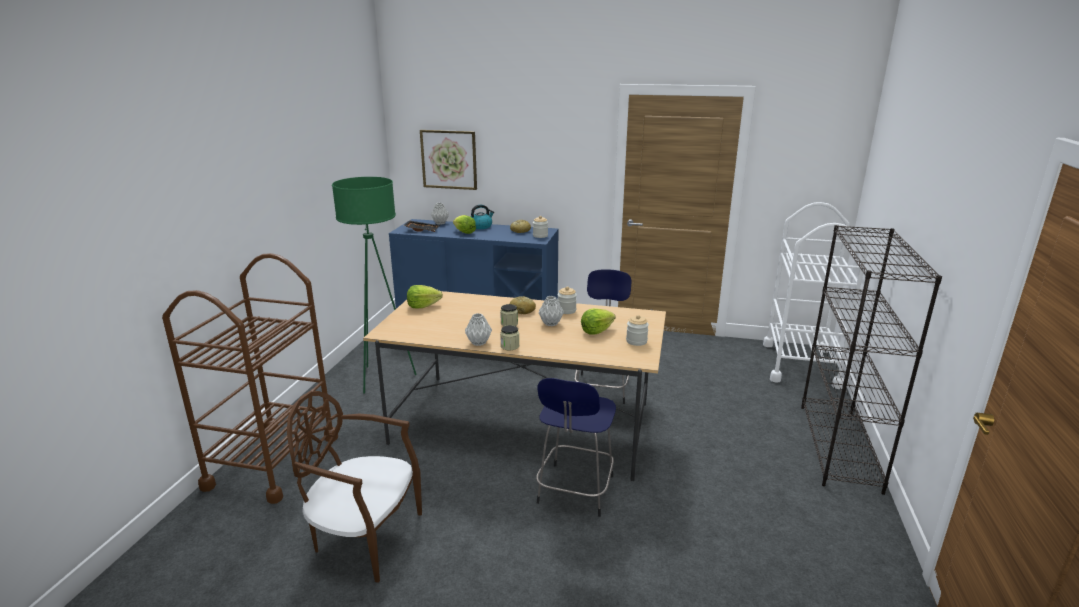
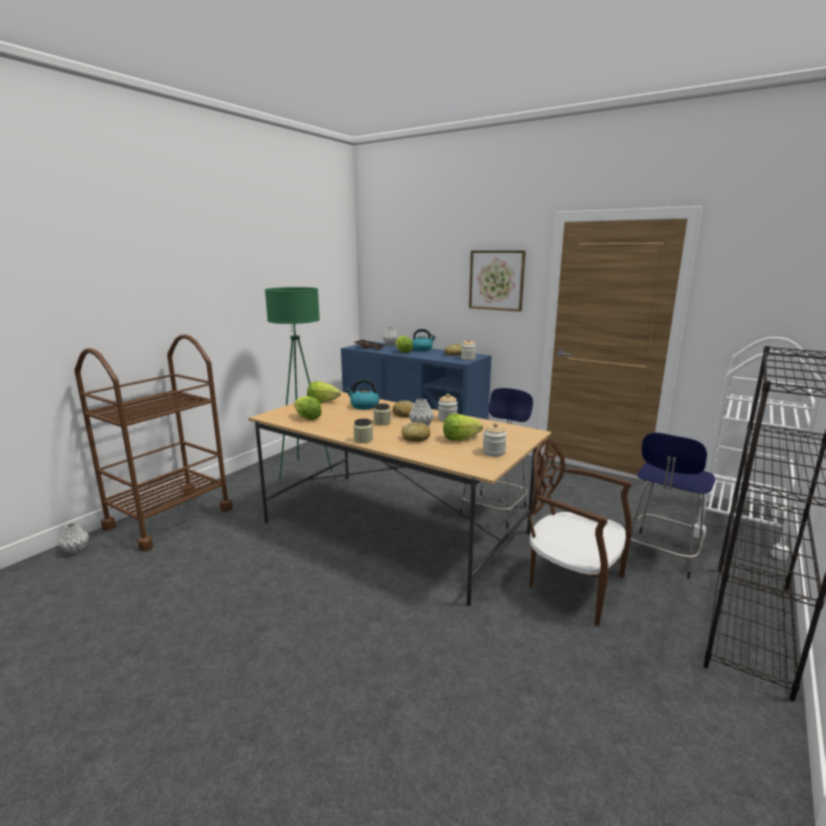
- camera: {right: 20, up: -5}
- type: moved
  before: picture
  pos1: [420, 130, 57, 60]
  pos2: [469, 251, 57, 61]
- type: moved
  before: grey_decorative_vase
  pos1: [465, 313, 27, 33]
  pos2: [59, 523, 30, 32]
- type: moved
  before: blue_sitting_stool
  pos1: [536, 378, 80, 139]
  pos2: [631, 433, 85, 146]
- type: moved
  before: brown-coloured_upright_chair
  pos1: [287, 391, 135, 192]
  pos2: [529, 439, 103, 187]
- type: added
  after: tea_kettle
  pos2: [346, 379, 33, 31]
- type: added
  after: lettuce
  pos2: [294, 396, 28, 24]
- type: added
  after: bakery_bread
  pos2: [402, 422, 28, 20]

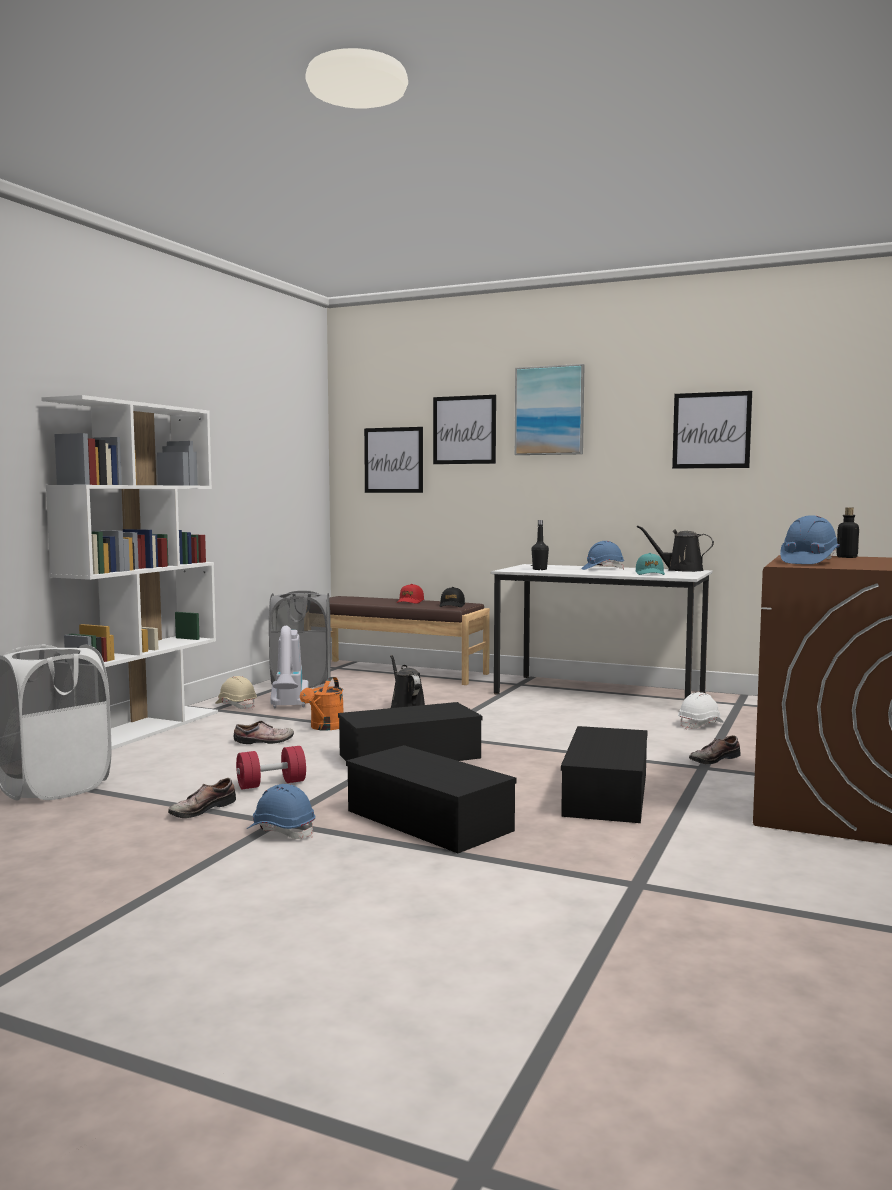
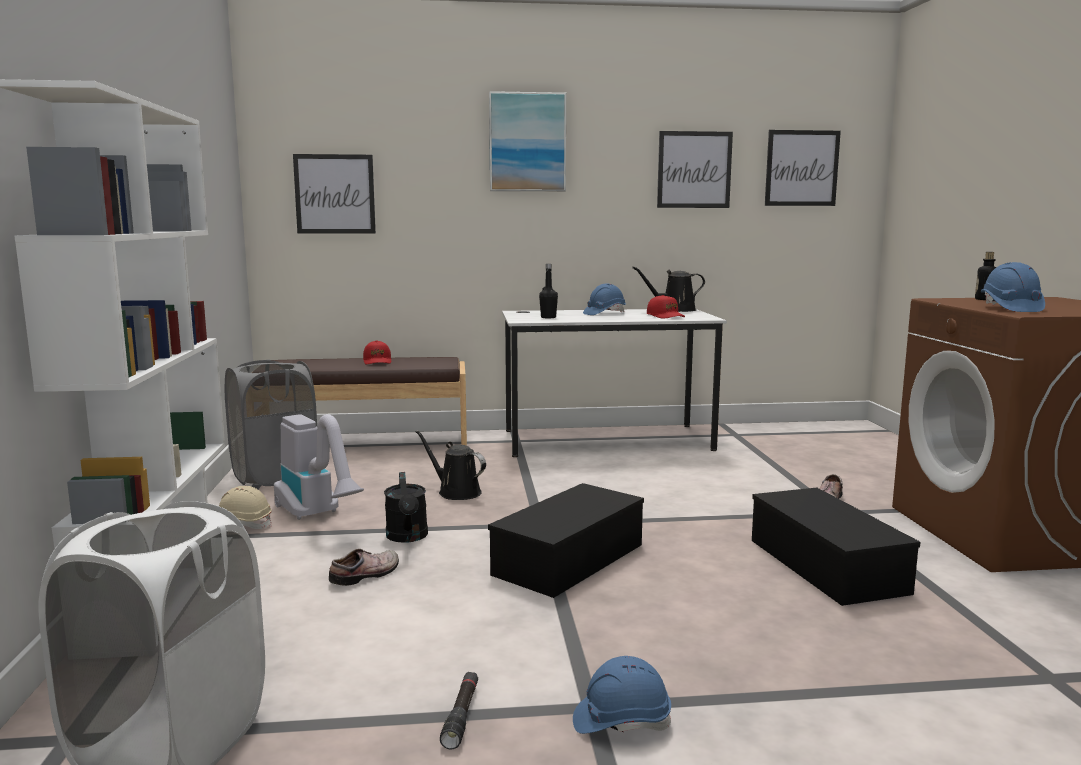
- camera: {right: -30, up: 5}
- type: moved
  before: picture
  pos1: [433, 395, 63, 69]
  pos2: [765, 130, 76, 76]
- type: recoloured
  before: turquoise-coloured_peaked_cap
  after: red-coloured_peaked_cap
  pos1: [635, 553, 30, 22]
  pos2: [647, 295, 38, 24]
- type: removed
  before: blackish_peaked_cap
  pos1: [440, 587, 25, 20]
- type: recoloured
  before: orangey_watering_pot
  after: blackish_watering_pot
  pos1: [300, 677, 44, 54]
  pos2: [384, 472, 44, 71]
- type: removed
  before: white-coloured_hard_hat
  pos1: [678, 692, 46, 38]
- type: removed
  before: blackish_storage_bin
  pos1: [346, 745, 171, 108]
- type: removed
  before: red-coloured_dumbbell
  pos1: [236, 746, 70, 43]
- type: replaced
  before: shoe
  after: blackish_torch
  pos1: [168, 778, 68, 40]
  pos2: [440, 672, 38, 77]

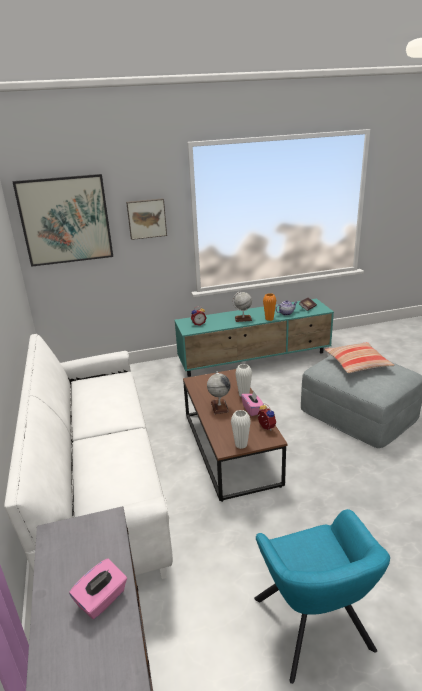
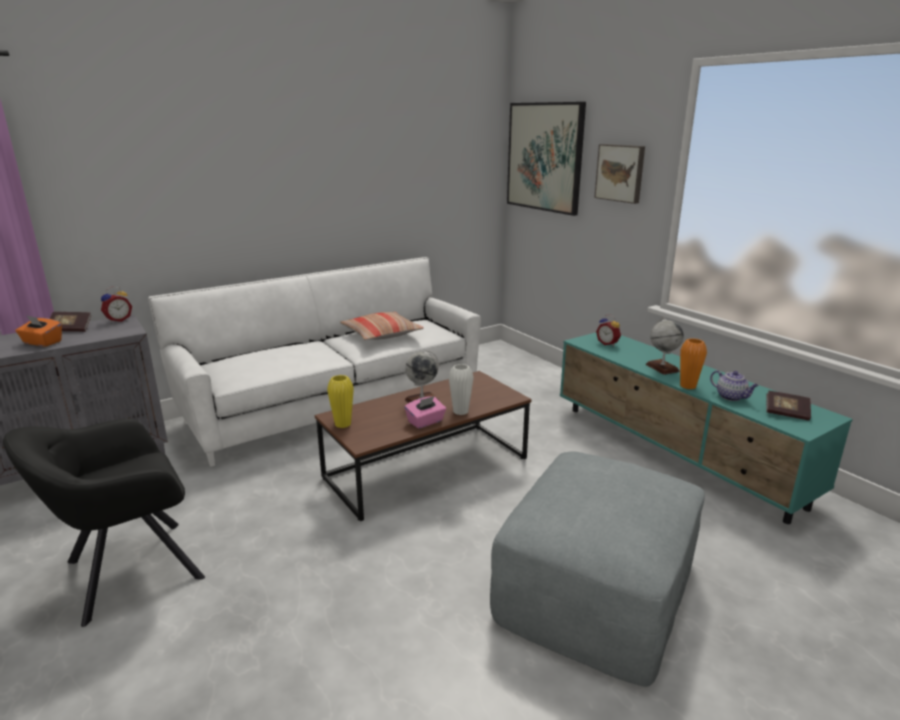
- camera: {right: 70, up: -5}
- type: moved
  before: throw_pillow
  pos1: [325, 342, 70, 31]
  pos2: [340, 312, 84, 28]
- type: moved
  before: alarm_clock
  pos1: [257, 403, 19, 28]
  pos2: [101, 287, 31, 36]
- type: recoloured
  before: white-coloured_decorative_vase
  after: yellow_decorative_vase
  pos1: [231, 410, 20, 39]
  pos2: [327, 375, 27, 53]
- type: recoloured
  before: turquoise-coloured_lounge_chair
  after: blackish_lounge_chair
  pos1: [254, 509, 136, 175]
  pos2: [3, 419, 202, 208]
- type: recoloured
  before: pink-coloured_box_of_tissues
  after: orangey_box_of_tissues
  pos1: [69, 558, 58, 61]
  pos2: [15, 315, 47, 32]
- type: added
  after: bound_book
  pos2: [49, 312, 42, 20]

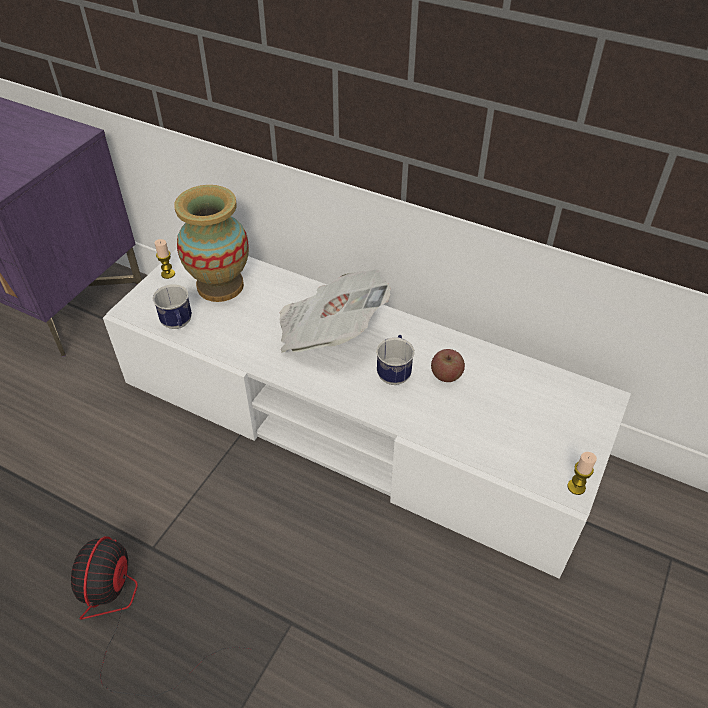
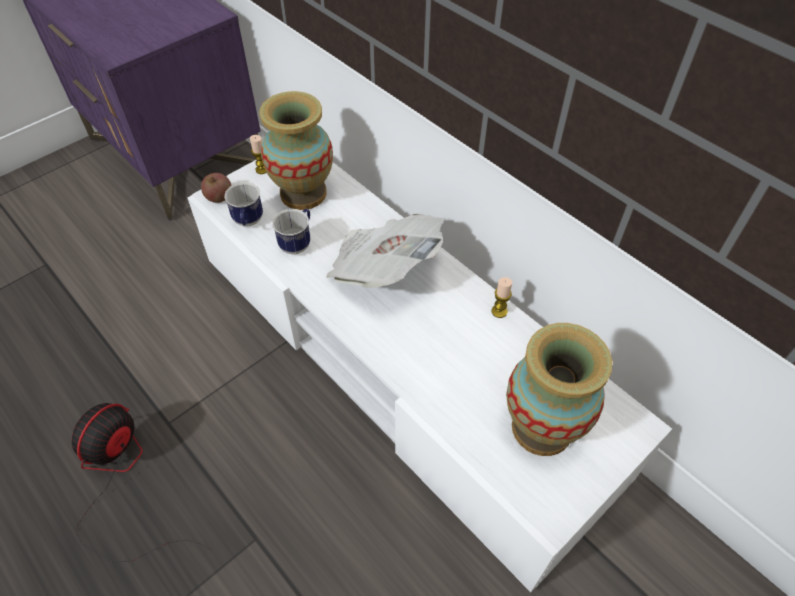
- camera: {right: 20, up: 5}
- type: moved
  before: coffee_mug
  pos1: [376, 335, 39, 50]
  pos2: [272, 209, 38, 45]
- type: moved
  before: whole_apple
  pos1: [431, 349, 34, 33]
  pos2: [201, 173, 31, 30]
- type: moved
  before: wax_candle
  pos1: [567, 452, 30, 43]
  pos2: [491, 277, 21, 41]
- type: added
  after: decorative_vase
  pos2: [506, 323, 106, 133]

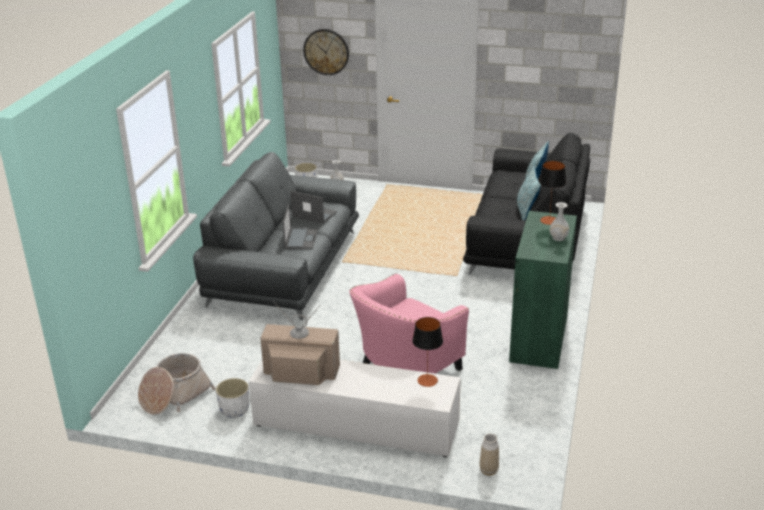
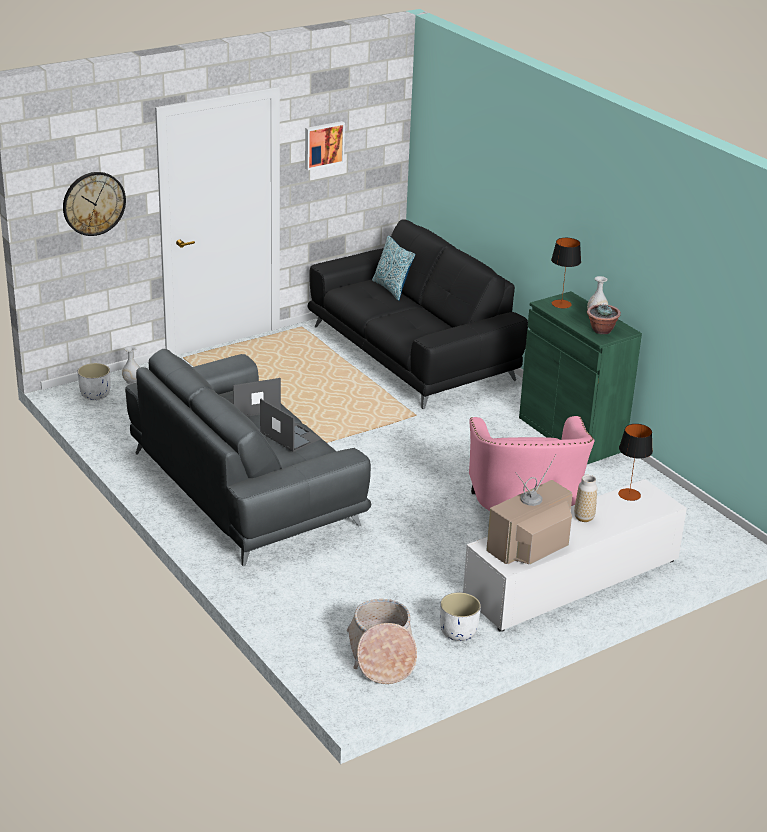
- camera: {right: -50, up: 0}
- type: removed
  before: throw_pillow
  pos1: [517, 166, 24, 54]
- type: moved
  before: decorative_vase
  pos1: [480, 434, 19, 42]
  pos2: [574, 475, 23, 47]
- type: added
  after: picture
  pos2: [305, 121, 40, 49]
- type: added
  after: houseplant
  pos2: [587, 304, 34, 30]

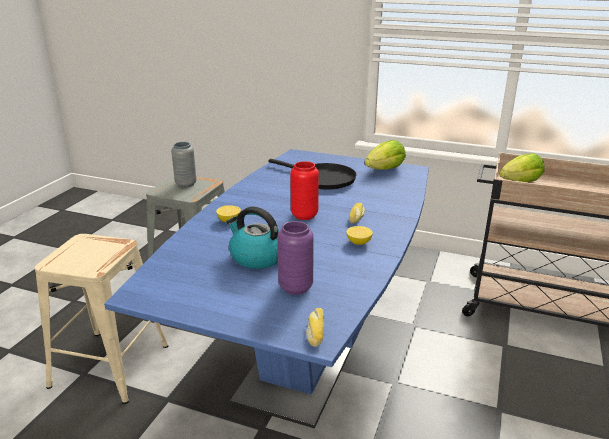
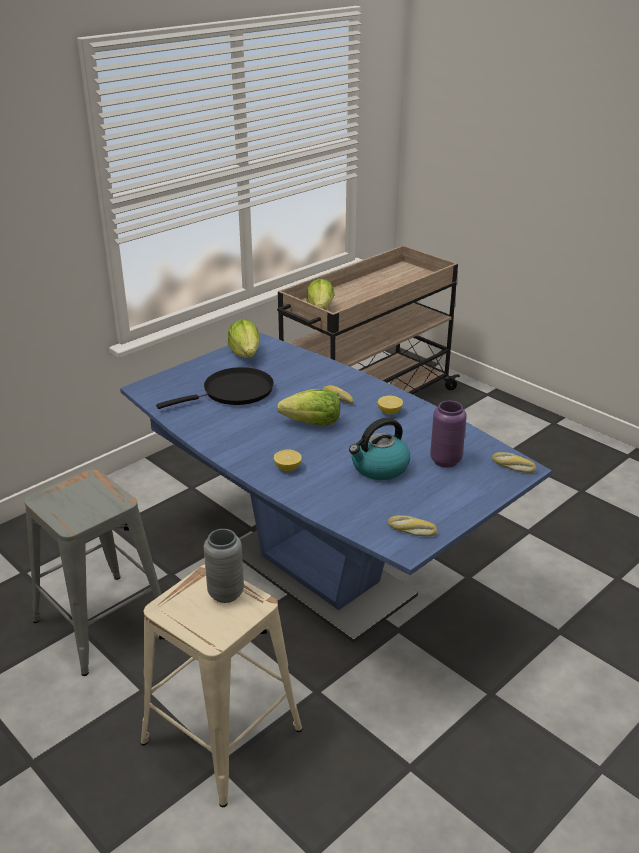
- camera: {right: -65, up: 5}
- type: moved
  before: grey_decorative_vase
  pos1: [171, 142, 25, 46]
  pos2: [204, 529, 40, 74]
- type: replaced
  before: red-coloured_decorative_vase
  after: lettuce
  pos1: [290, 161, 29, 59]
  pos2: [277, 389, 63, 37]
- type: added
  after: bakery_bread
  pos2: [388, 515, 49, 22]

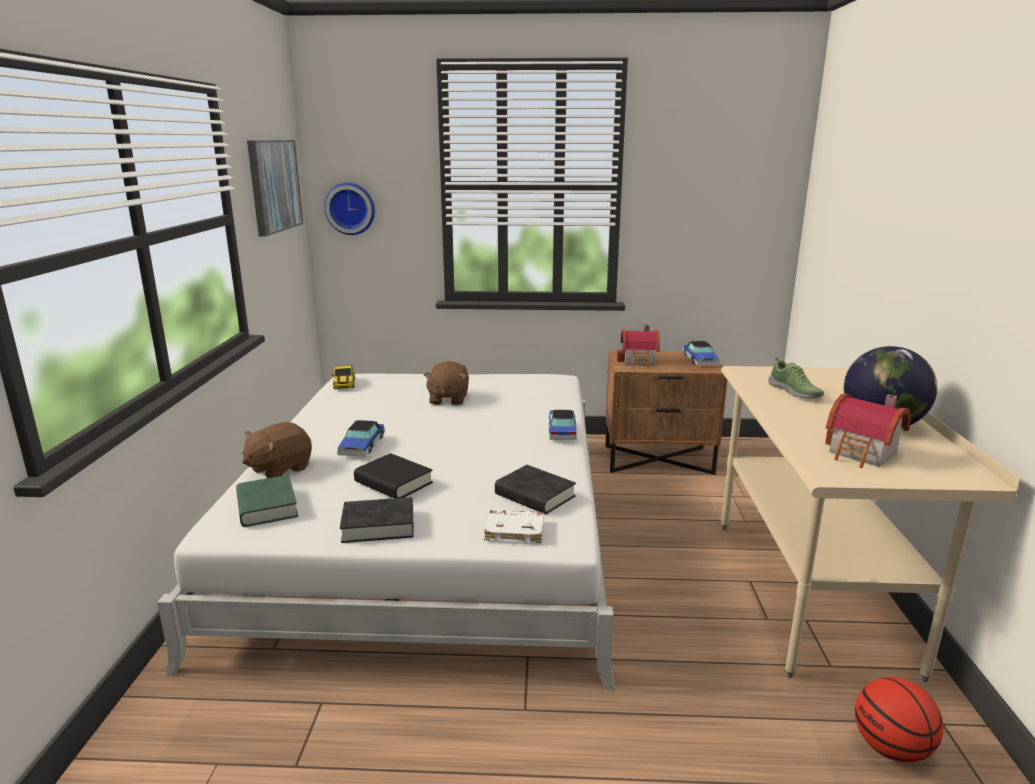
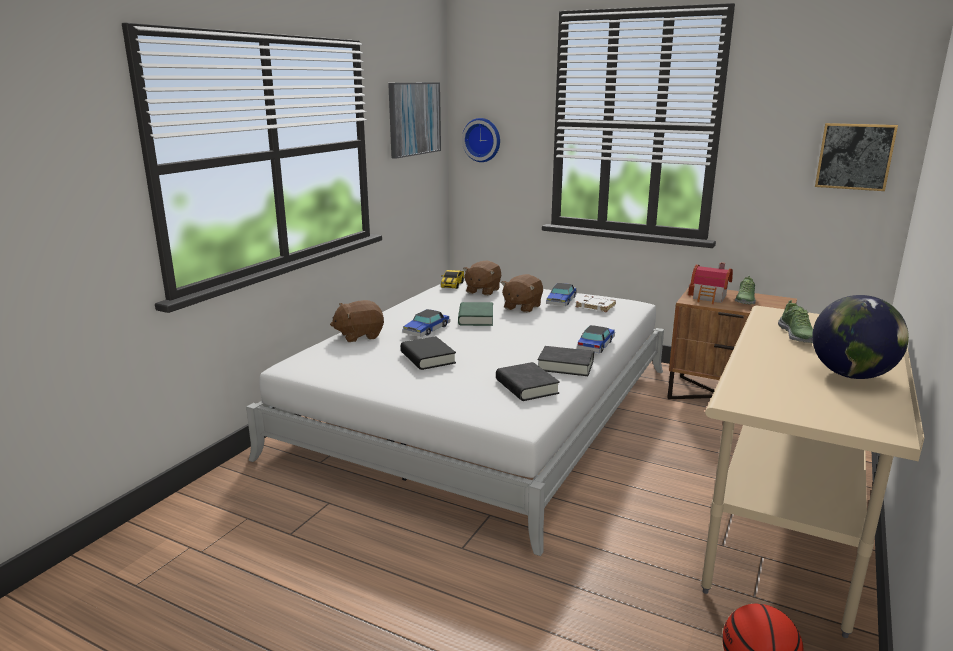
- camera: {right: 25, up: 0}
- type: moved
  before: miniature_car
  pos1: [683, 341, 36, 25]
  pos2: [546, 283, 31, 23]
- type: removed
  before: toy_house
  pos1: [825, 394, 86, 74]
- type: moved
  before: green_bound_book
  pos1: [236, 475, 62, 52]
  pos2: [458, 302, 35, 24]
- type: moved
  before: blackish_bound_book
  pos1: [340, 497, 74, 46]
  pos2: [537, 346, 57, 30]
- type: moved
  before: white-coloured_bound_book
  pos1: [484, 510, 60, 34]
  pos2: [575, 295, 41, 17]
- type: added
  after: picture
  pos2: [815, 123, 83, 68]
- type: added
  after: brown-coloured_cuddly_toy
  pos2: [463, 260, 38, 36]
- type: added
  after: shoe
  pos2: [735, 276, 21, 28]

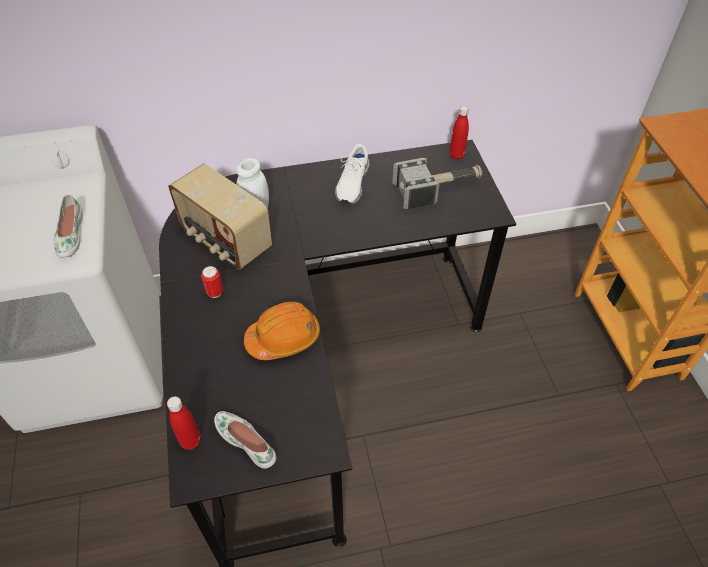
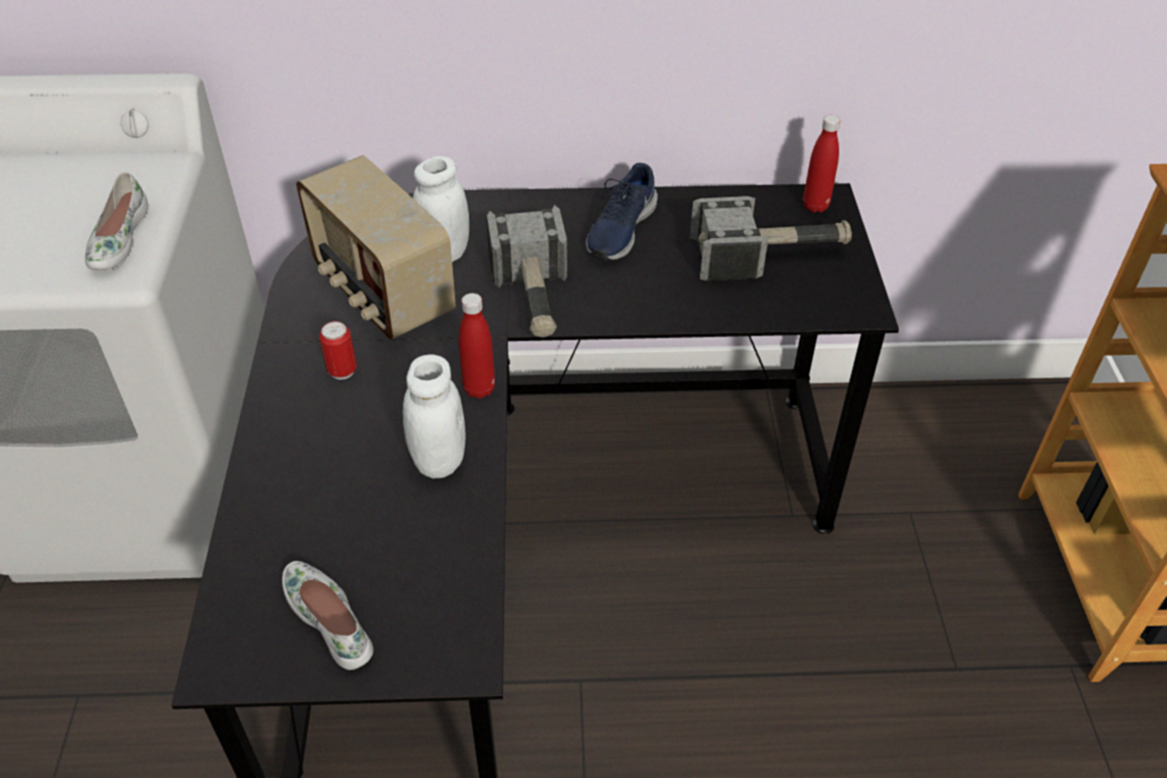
- camera: {right: 10, up: -5}
- type: recoloured
  before: white-coloured_shoe
  after: blue_shoe
  pos1: [335, 144, 35, 61]
  pos2: [586, 163, 72, 97]
- type: replaced
  before: orangey_hard_hat
  after: white-coloured_jar
  pos1: [244, 302, 76, 58]
  pos2: [403, 355, 62, 123]
- type: moved
  before: red-coloured_drink_bottle
  pos1: [167, 396, 34, 54]
  pos2: [459, 293, 36, 106]
- type: added
  after: tool_hammer
  pos2: [486, 205, 82, 133]

